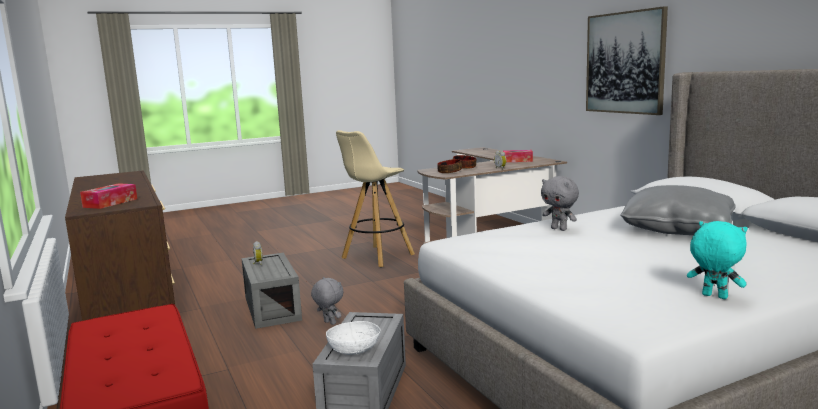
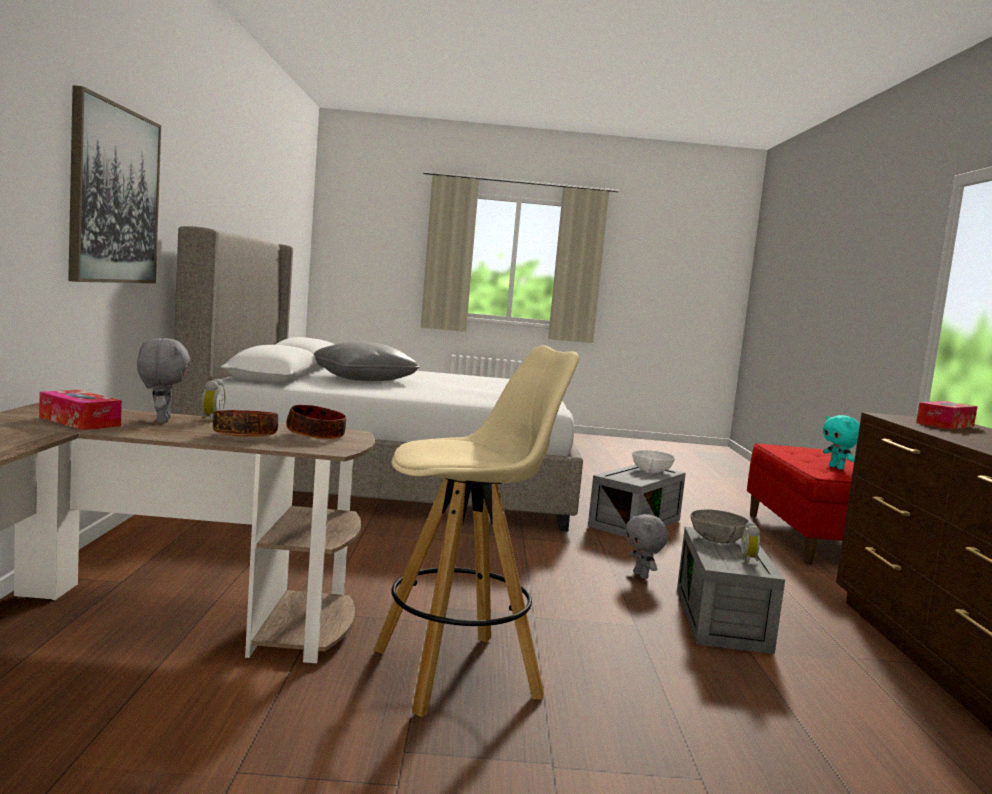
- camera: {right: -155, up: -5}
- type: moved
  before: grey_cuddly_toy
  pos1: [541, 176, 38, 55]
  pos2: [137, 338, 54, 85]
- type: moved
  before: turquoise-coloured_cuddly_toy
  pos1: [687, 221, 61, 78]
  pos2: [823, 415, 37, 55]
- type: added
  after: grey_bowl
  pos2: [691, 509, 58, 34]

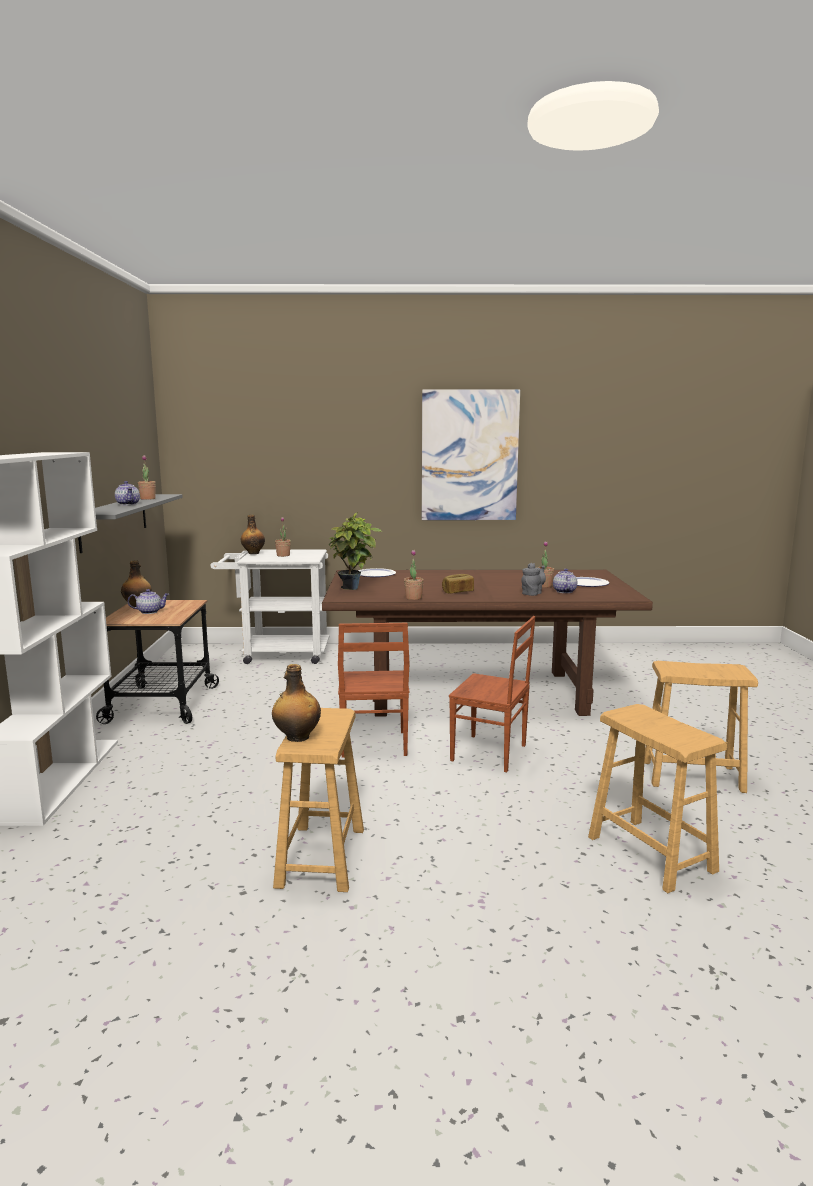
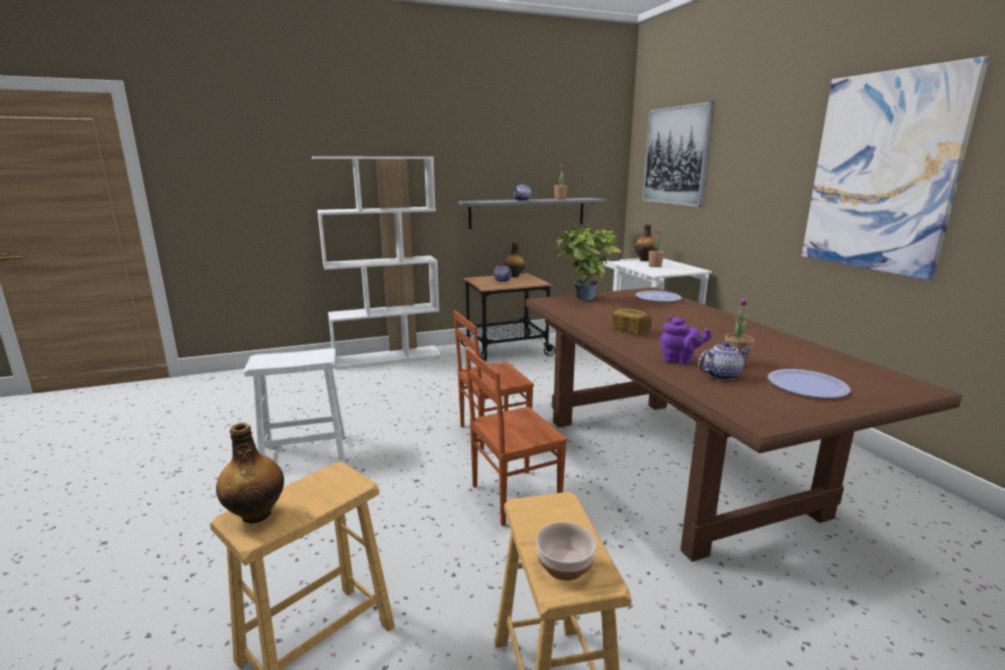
- camera: {right: 70, up: 5}
- type: removed
  before: houseplant
  pos1: [404, 550, 20, 50]
- type: recoloured
  before: grey_tea_pot
  after: purple_tea_pot
  pos1: [521, 563, 25, 33]
  pos2: [660, 317, 51, 47]
- type: turned
  before: brown-coloured_upright_chair
  pos1: [449, 616, 87, 156]
  pos2: [465, 347, 102, 179]
  turn: 60
- type: moved
  before: drink_bottle
  pos1: [272, 664, 49, 78]
  pos2: [216, 423, 68, 100]
- type: recoloured
  before: brown-coloured_sitting_stool
  after: white-coloured_sitting_stool
  pos1: [273, 708, 91, 184]
  pos2: [244, 348, 101, 112]
- type: added
  after: picture
  pos2: [642, 101, 73, 106]
- type: added
  after: bowl
  pos2: [536, 522, 61, 59]

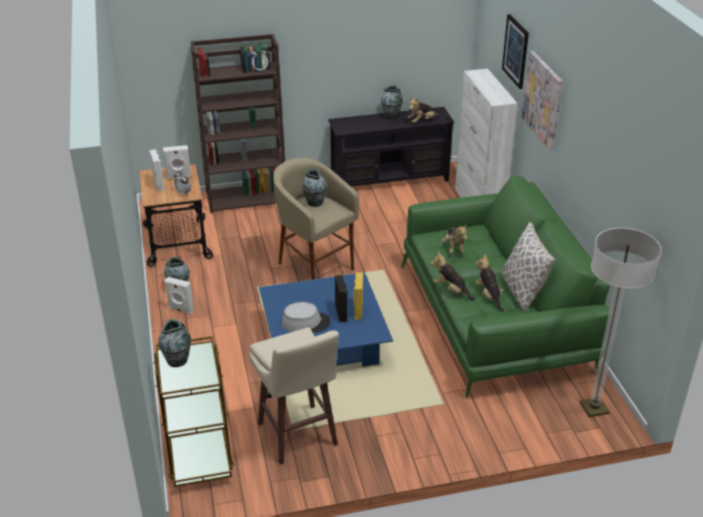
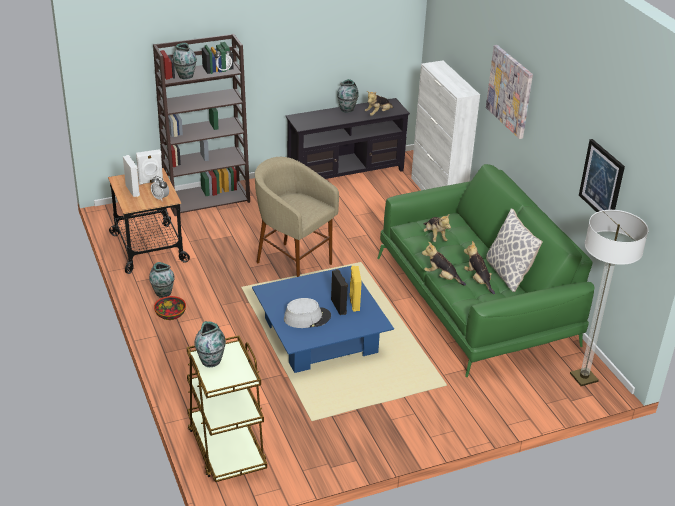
- camera: {right: -10, up: 0}
- type: moved
  before: picture
  pos1: [502, 14, 27, 75]
  pos2: [579, 139, 46, 73]
- type: moved
  before: decorative_vase
  pos1: [302, 169, 25, 38]
  pos2: [173, 43, 24, 36]
- type: replaced
  before: white-coloured_speaker
  after: bowl
  pos1: [165, 277, 29, 37]
  pos2: [154, 296, 32, 24]
- type: removed
  before: beige-coloured_sitting_stool
  pos1: [249, 328, 90, 137]

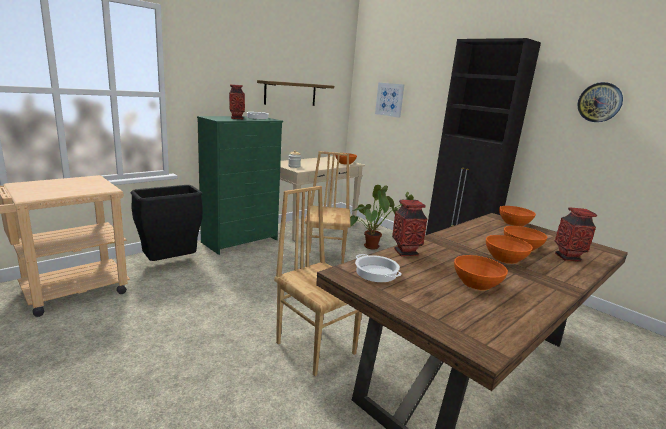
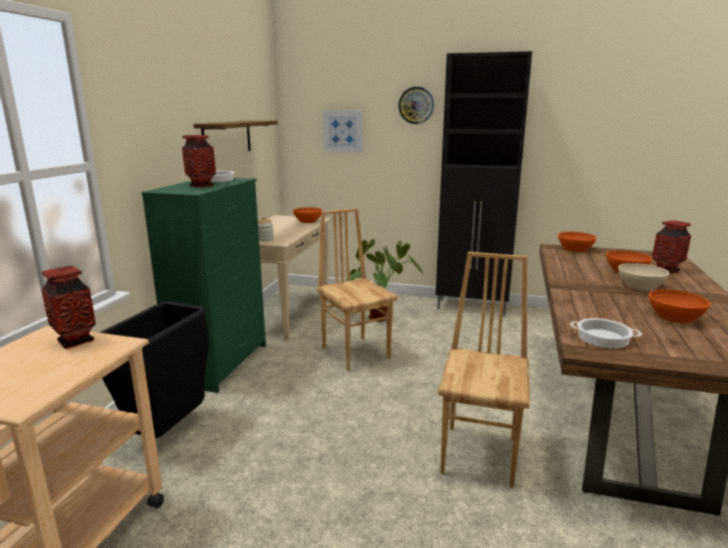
- camera: {right: -30, up: 0}
- type: moved
  before: wall_clock
  pos1: [578, 82, 45, 40]
  pos2: [398, 87, 36, 37]
- type: turned
  before: brown-coloured_upright_chair
  pos1: [274, 186, 88, 190]
  pos2: [438, 252, 92, 236]
  turn: 90
- type: moved
  before: decorative_vase
  pos1: [392, 200, 35, 57]
  pos2: [41, 266, 55, 83]
- type: recoloured
  before: orangey_bowl
  after: beige-coloured_bowl
  pos1: [486, 235, 47, 29]
  pos2: [618, 263, 51, 28]

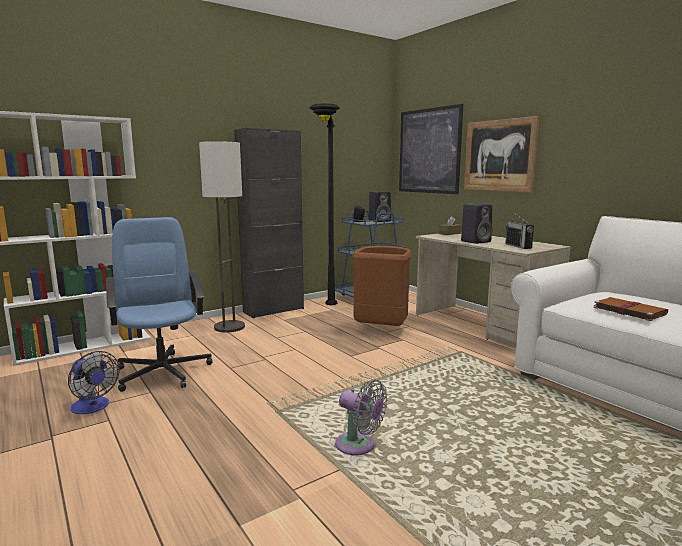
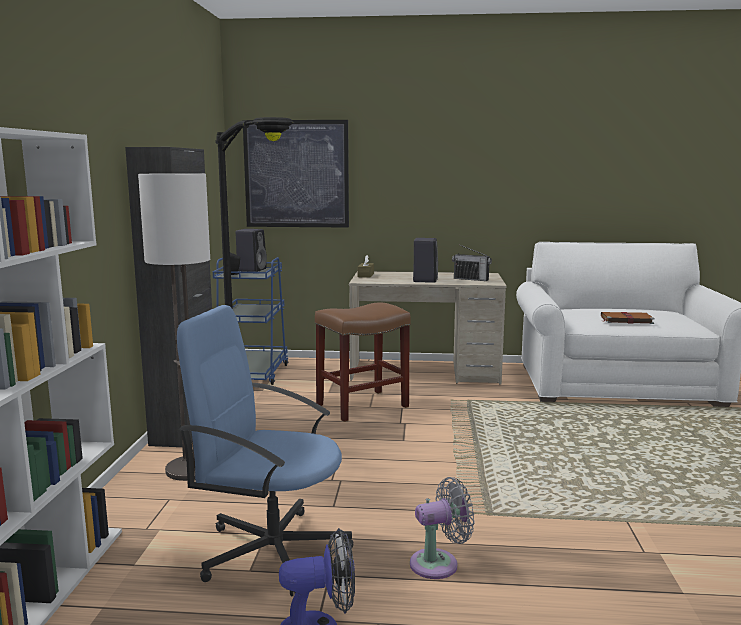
- camera: {right: -50, up: 0}
- type: removed
  before: picture
  pos1: [464, 116, 75, 76]
- type: replaced
  before: brown-coloured_waste_bin
  after: brown-coloured_sitting_stool
  pos1: [352, 246, 60, 80]
  pos2: [315, 302, 96, 120]
- type: moved
  before: grey_cooling_fan
  pos1: [335, 380, 52, 75]
  pos2: [410, 477, 65, 102]

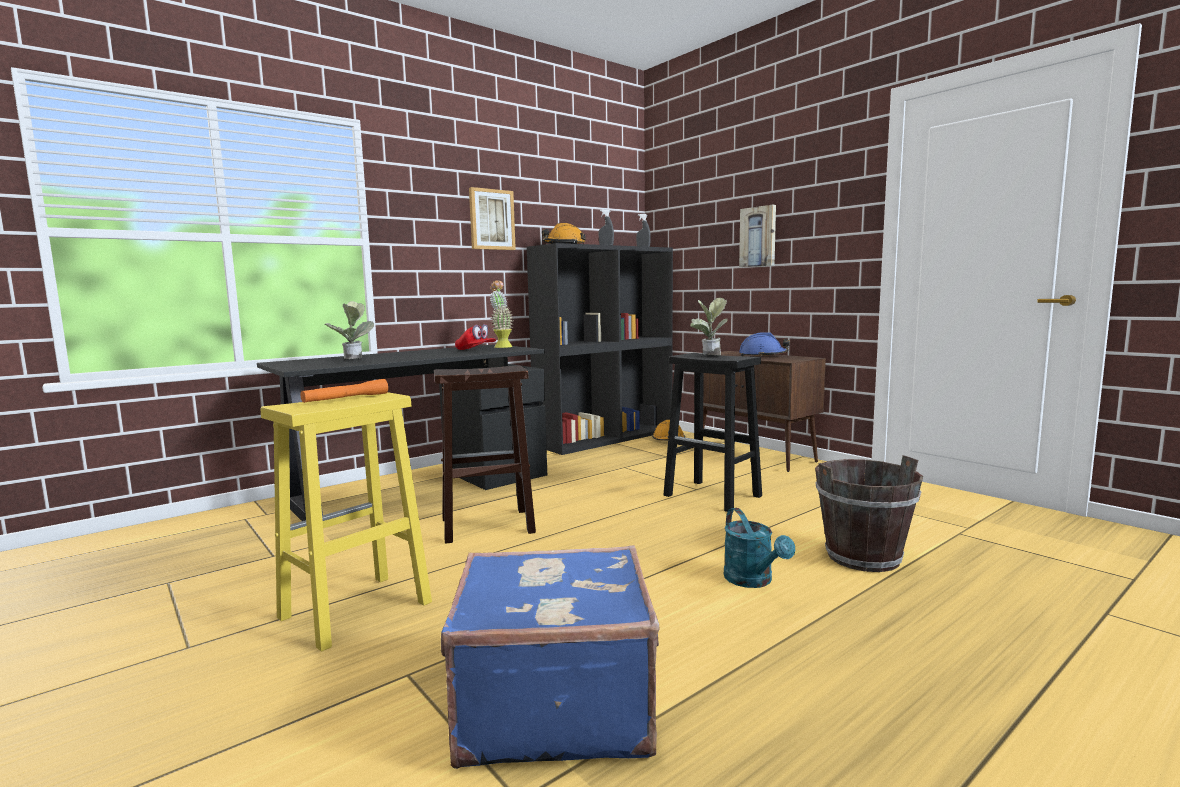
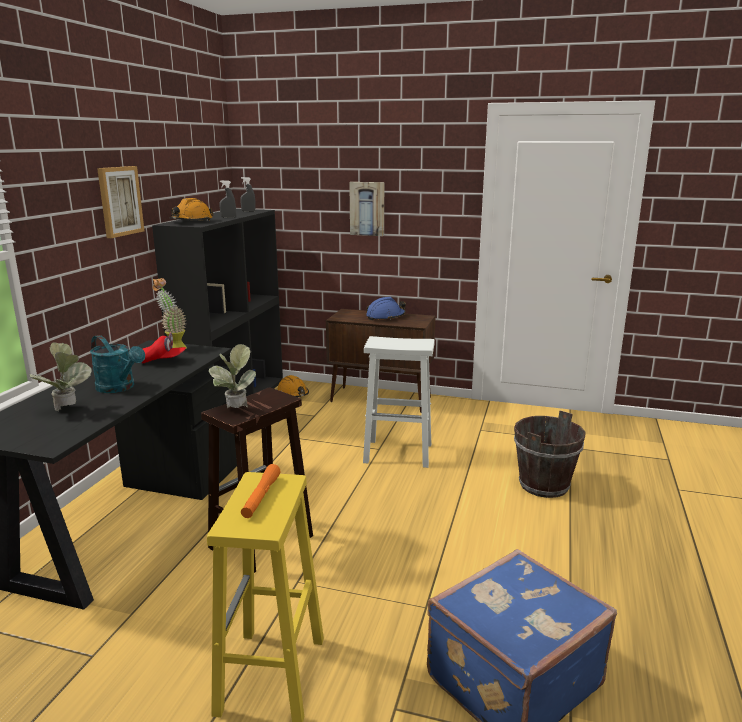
- camera: {right: -35, up: 10}
- type: moved
  before: houseplant
  pos1: [690, 298, 38, 58]
  pos2: [209, 344, 47, 64]
- type: recoloured
  before: blackish_sitting_stool
  after: white-coloured_sitting_stool
  pos1: [663, 353, 99, 159]
  pos2: [363, 336, 72, 132]
- type: moved
  before: turquoise-coloured_watering_pot
  pos1: [724, 508, 71, 80]
  pos2: [90, 335, 55, 58]

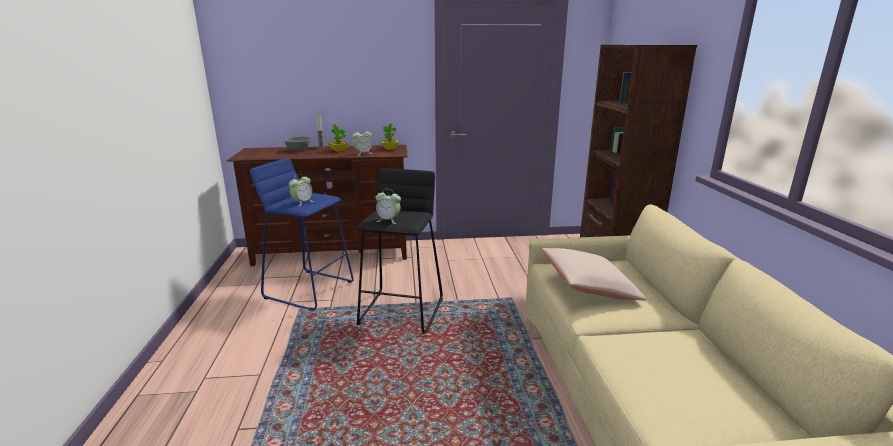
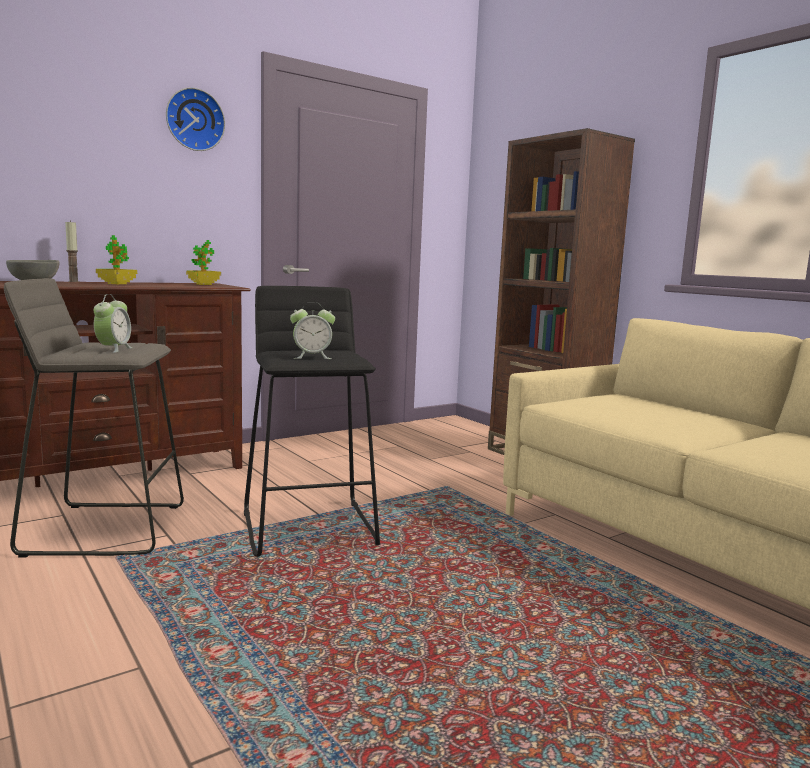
- camera: {right: -30, up: -10}
- type: removed
  before: alarm_clock
  pos1: [352, 128, 20, 28]
- type: recoloured
  before: blue_sitting_stool
  after: grey_sitting_stool
  pos1: [250, 158, 103, 152]
  pos2: [4, 278, 180, 279]
- type: removed
  before: beige-coloured_throw_pillow
  pos1: [542, 248, 105, 52]
- type: added
  after: wall_clock
  pos2: [166, 87, 59, 64]

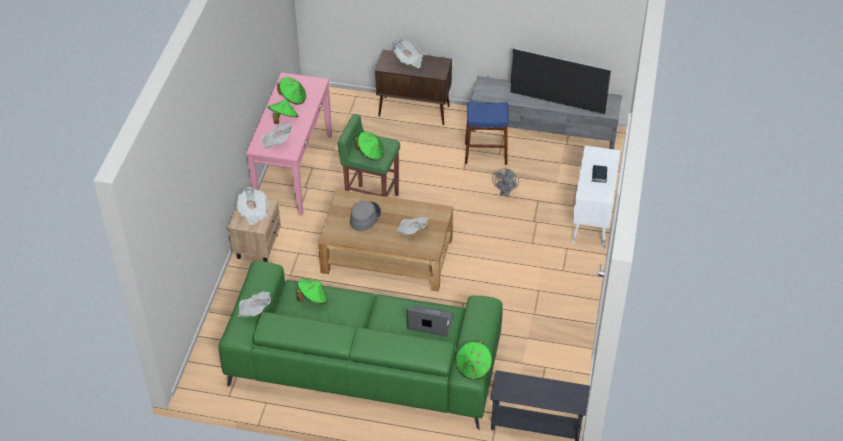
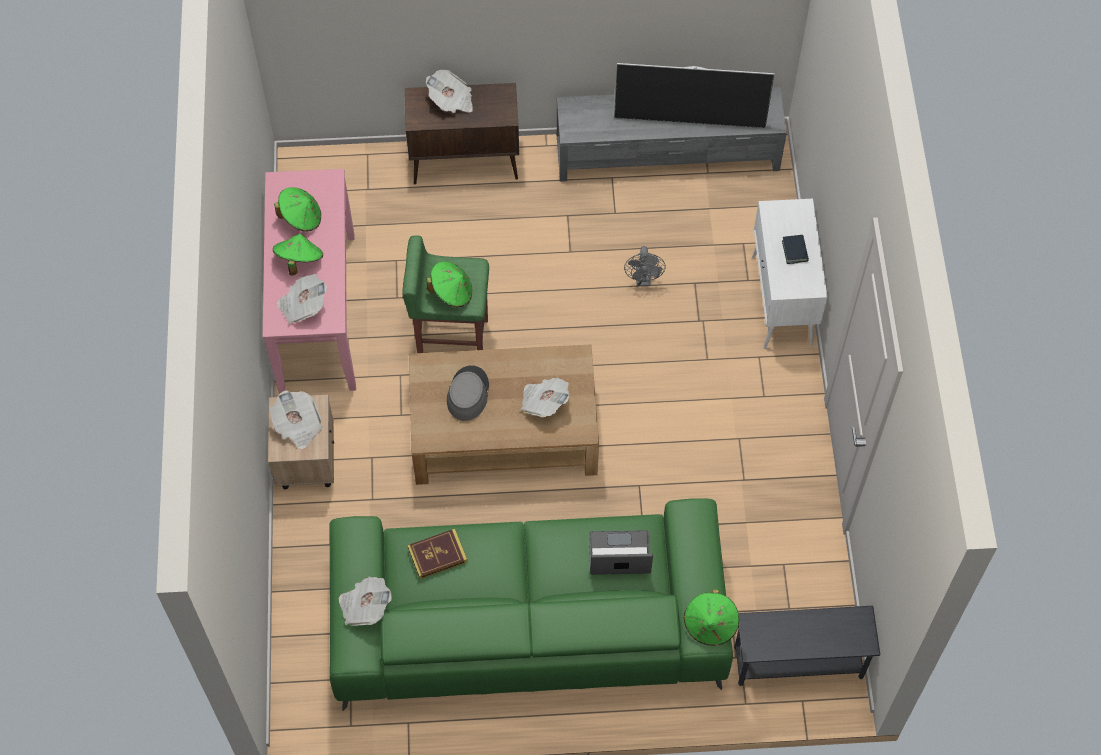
- camera: {right: -15, up: 15}
- type: removed
  before: blue_sitting_stool
  pos1: [465, 101, 44, 64]
- type: replaced
  before: green_hat
  after: bound_book
  pos1: [296, 279, 32, 25]
  pos2: [407, 529, 60, 50]

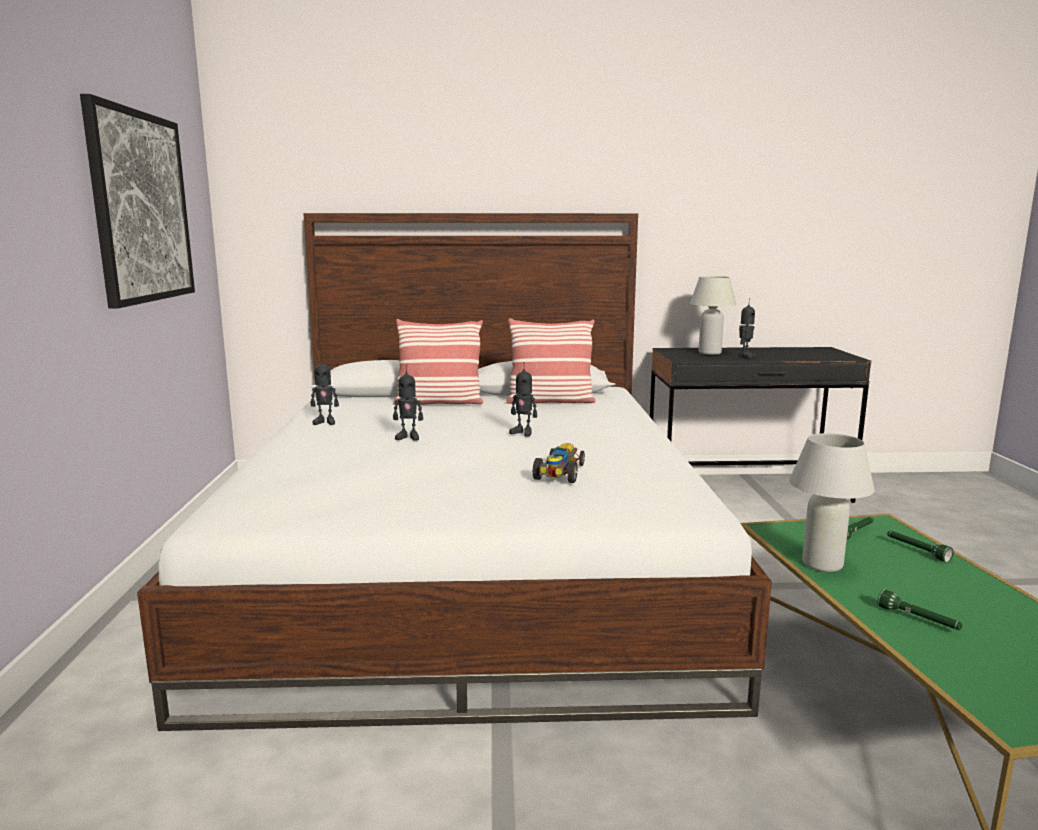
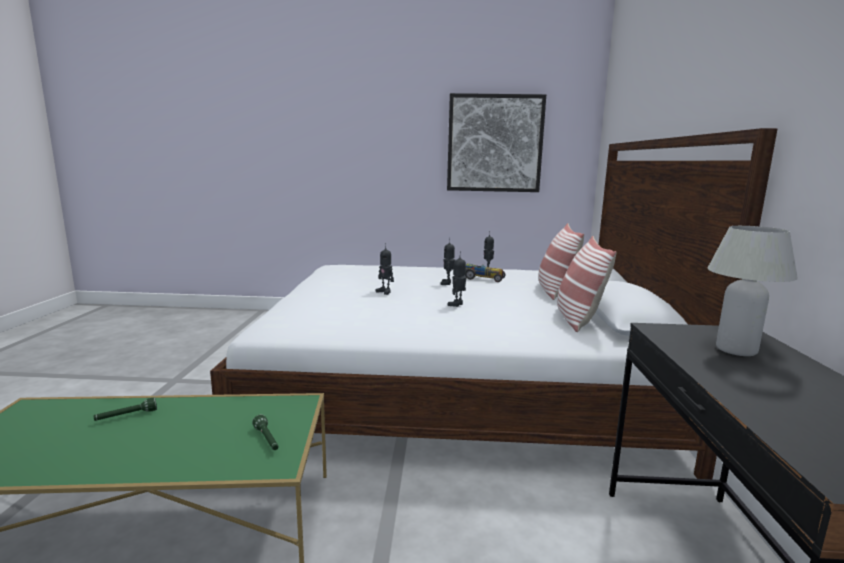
- camera: {right: 95, up: 0}
- type: moved
  before: model_robot
  pos1: [739, 304, 17, 55]
  pos2: [375, 243, 19, 52]
- type: removed
  before: white-coloured_table_lamp
  pos1: [789, 433, 86, 139]
- type: moved
  before: miniature_car
  pos1: [533, 443, 52, 40]
  pos2: [465, 263, 41, 19]
- type: removed
  before: green_torch
  pos1: [887, 530, 67, 32]

